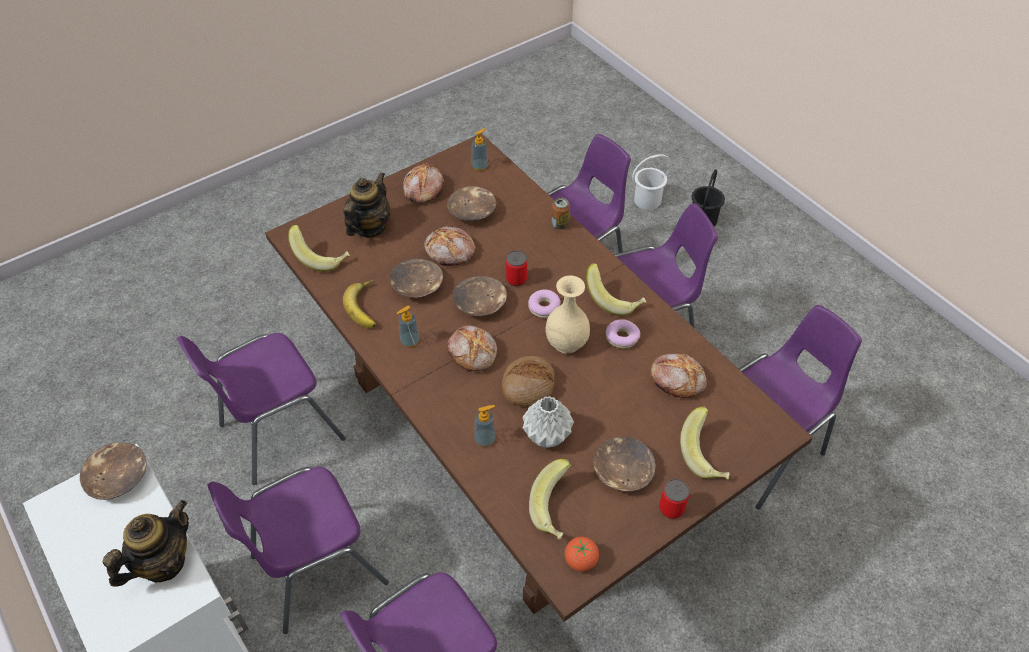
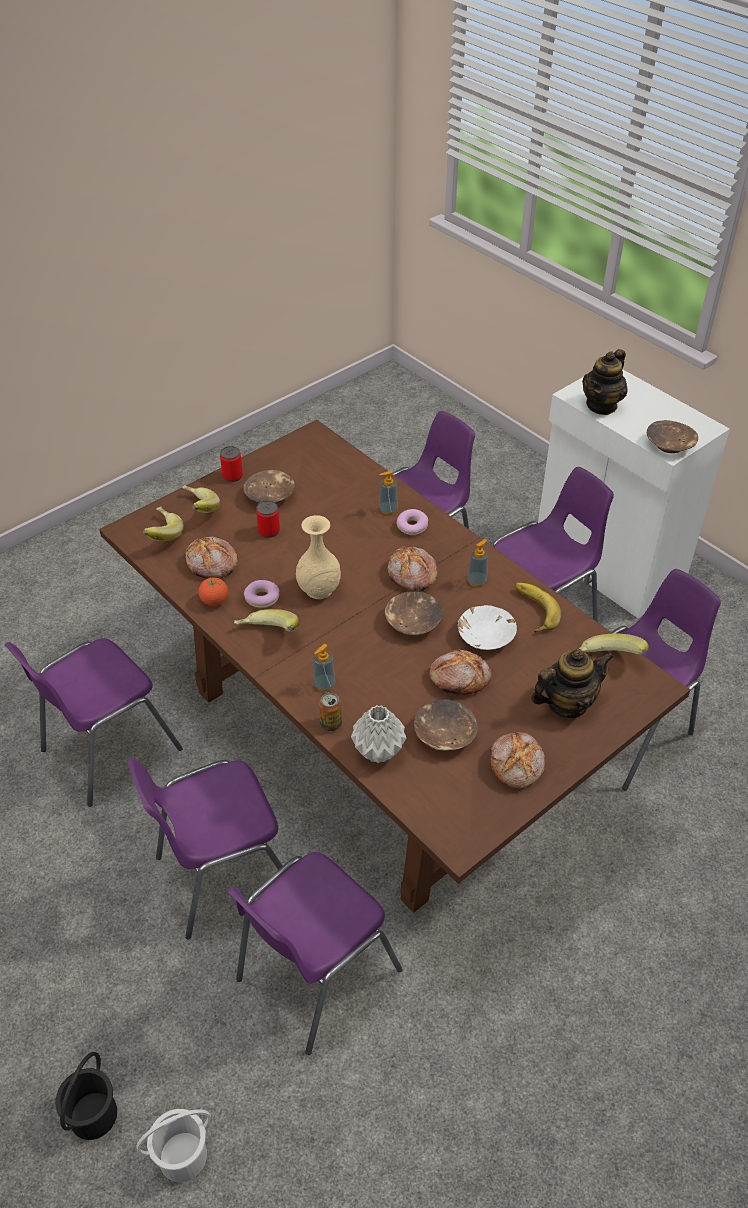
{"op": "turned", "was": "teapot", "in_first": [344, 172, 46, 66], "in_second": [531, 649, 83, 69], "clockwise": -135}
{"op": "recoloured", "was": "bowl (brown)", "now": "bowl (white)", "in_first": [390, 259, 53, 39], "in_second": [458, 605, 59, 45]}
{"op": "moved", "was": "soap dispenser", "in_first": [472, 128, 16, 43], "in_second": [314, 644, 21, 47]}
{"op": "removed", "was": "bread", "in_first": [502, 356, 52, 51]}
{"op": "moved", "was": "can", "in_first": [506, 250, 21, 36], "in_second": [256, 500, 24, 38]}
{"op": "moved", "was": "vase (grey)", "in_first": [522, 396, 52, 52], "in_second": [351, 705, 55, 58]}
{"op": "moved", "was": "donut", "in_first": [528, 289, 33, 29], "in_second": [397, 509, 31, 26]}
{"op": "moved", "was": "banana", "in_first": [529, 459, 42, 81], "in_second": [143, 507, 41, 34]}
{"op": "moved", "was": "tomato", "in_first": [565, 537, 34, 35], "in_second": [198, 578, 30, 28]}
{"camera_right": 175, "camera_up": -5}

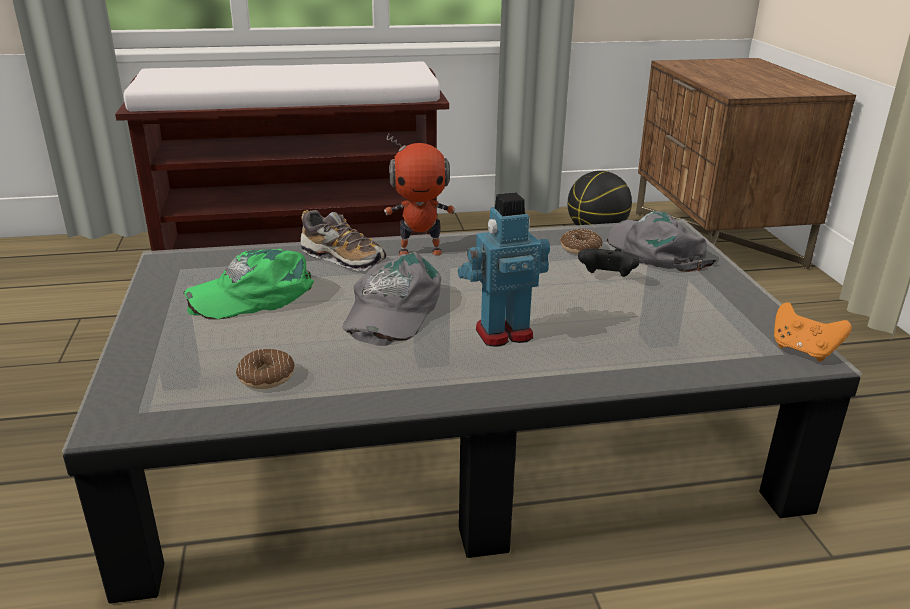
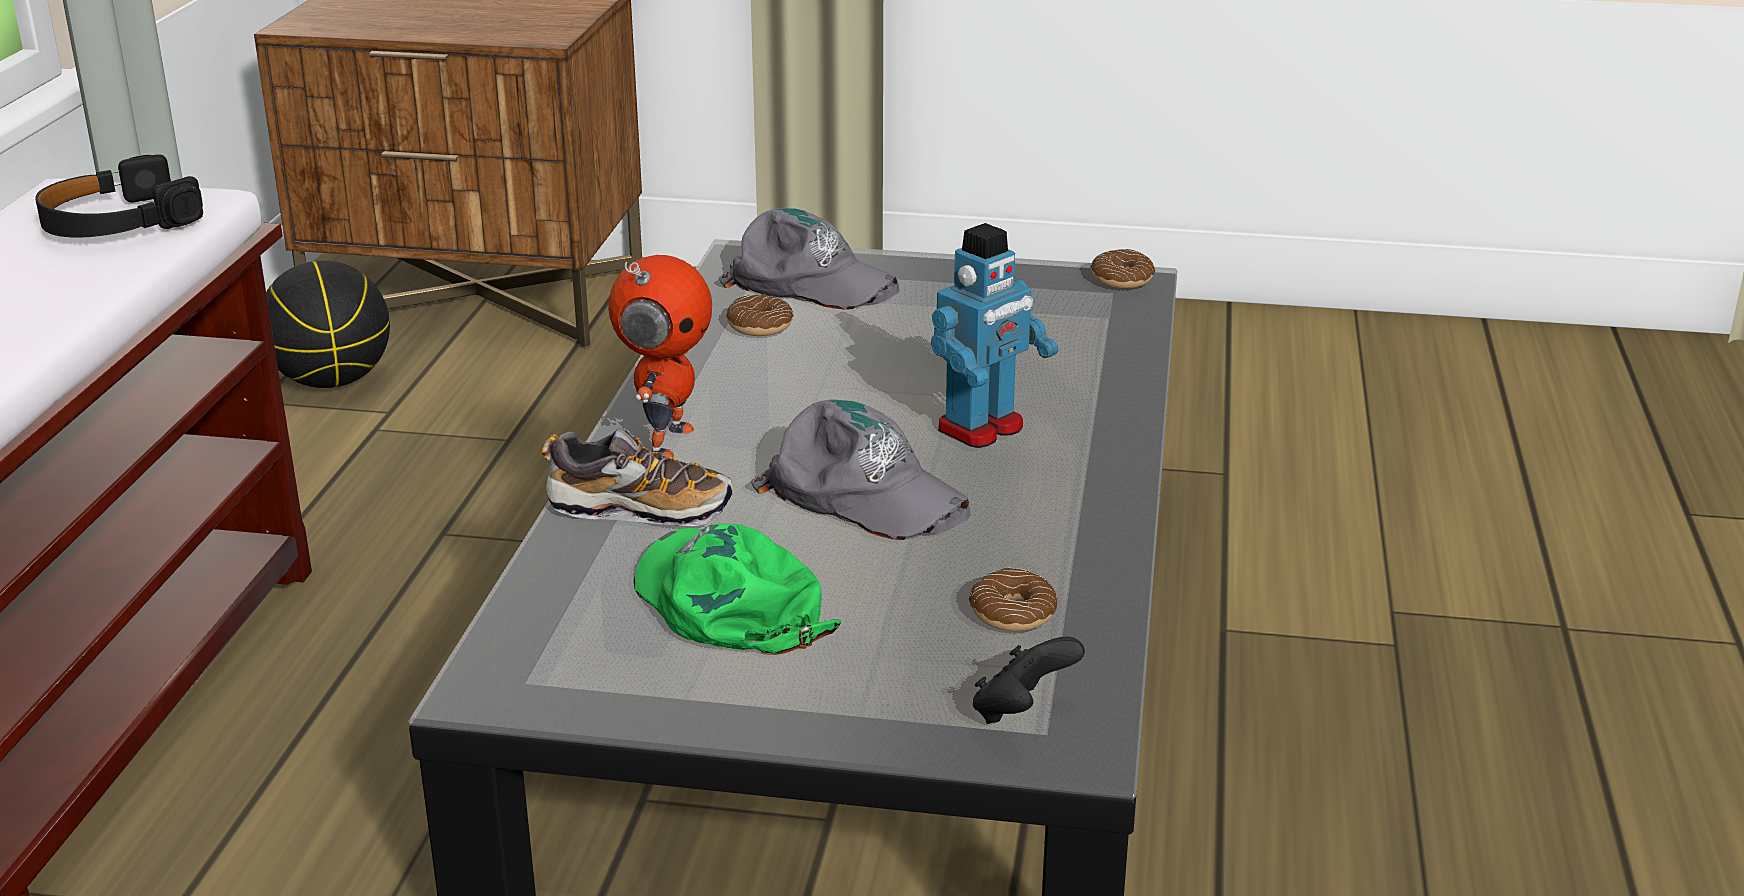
{"op": "turned", "was": "cap (green)", "in_first": [183, 249, 131, 70], "in_second": [633, 524, 208, 131], "clockwise": 150}
{"op": "turned", "was": "shoe", "in_first": [301, 210, 85, 61], "in_second": [541, 429, 193, 97], "clockwise": 45}
{"op": "turned", "was": "toy robot", "in_first": [458, 192, 92, 155], "in_second": [931, 223, 127, 225], "clockwise": -135}
{"op": "moved", "was": "game controller (black)", "in_first": [578, 249, 62, 28], "in_second": [973, 637, 112, 87]}
{"op": "turned", "was": "cap (grey)", "in_first": [607, 211, 109, 61], "in_second": [719, 208, 180, 102], "clockwise": -150}
{"op": "replaced", "was": "game controller (orange)", "now": "donut", "in_first": [774, 302, 78, 59], "in_second": [1090, 249, 65, 40]}
{"op": "added", "now": "headphones (black)", "in_second": [35, 154, 168, 83]}
{"camera_right": -70, "camera_up": 0}

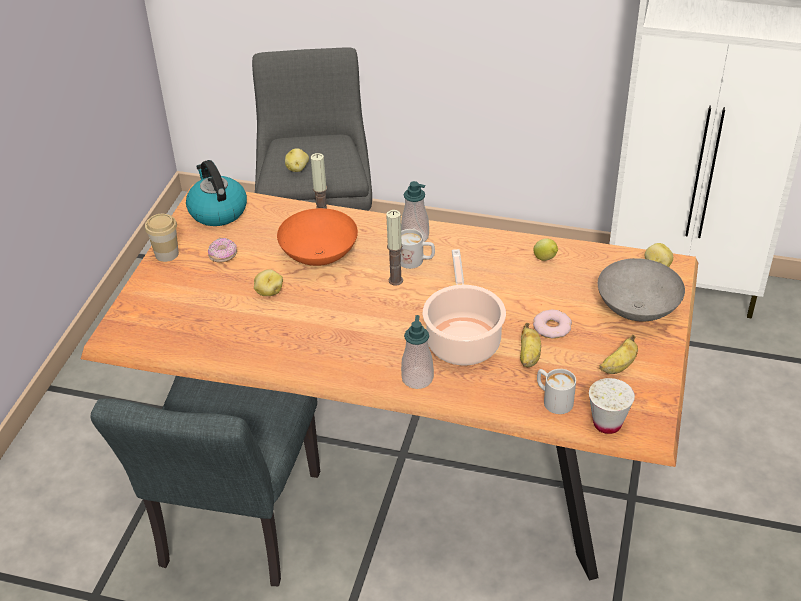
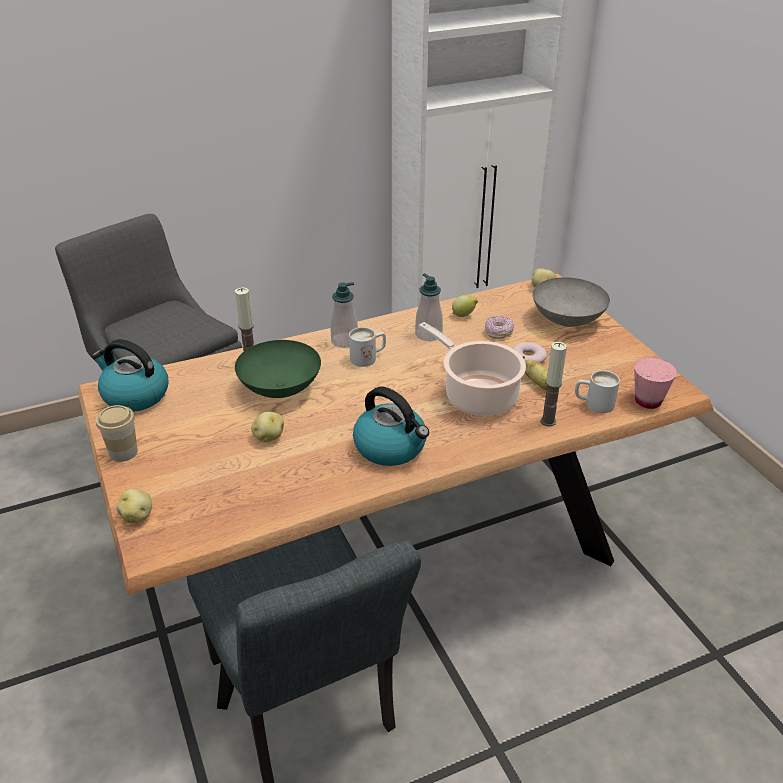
{"op": "moved", "was": "donut", "in_first": [208, 238, 29, 25], "in_second": [485, 316, 29, 23]}
{"op": "recoloured", "was": "bowl (orange)", "now": "bowl (green)", "in_first": [277, 208, 81, 58], "in_second": [235, 340, 86, 58]}
{"op": "moved", "was": "potato", "in_first": [285, 148, 24, 24], "in_second": [116, 489, 36, 35]}
{"op": "moved", "was": "candle", "in_first": [386, 210, 17, 75], "in_second": [540, 342, 27, 84]}
{"op": "moved", "was": "soap dispenser", "in_first": [401, 315, 33, 74], "in_second": [415, 273, 28, 68]}
{"op": "recoloured", "was": "cup (white)", "now": "cup (pink)", "in_first": [589, 378, 46, 56], "in_second": [634, 358, 43, 51]}
{"op": "removed", "was": "banana", "in_first": [599, 335, 39, 39]}
{"op": "added", "now": "kettle", "in_second": [353, 387, 76, 79]}
{"camera_right": -40, "camera_up": -5}

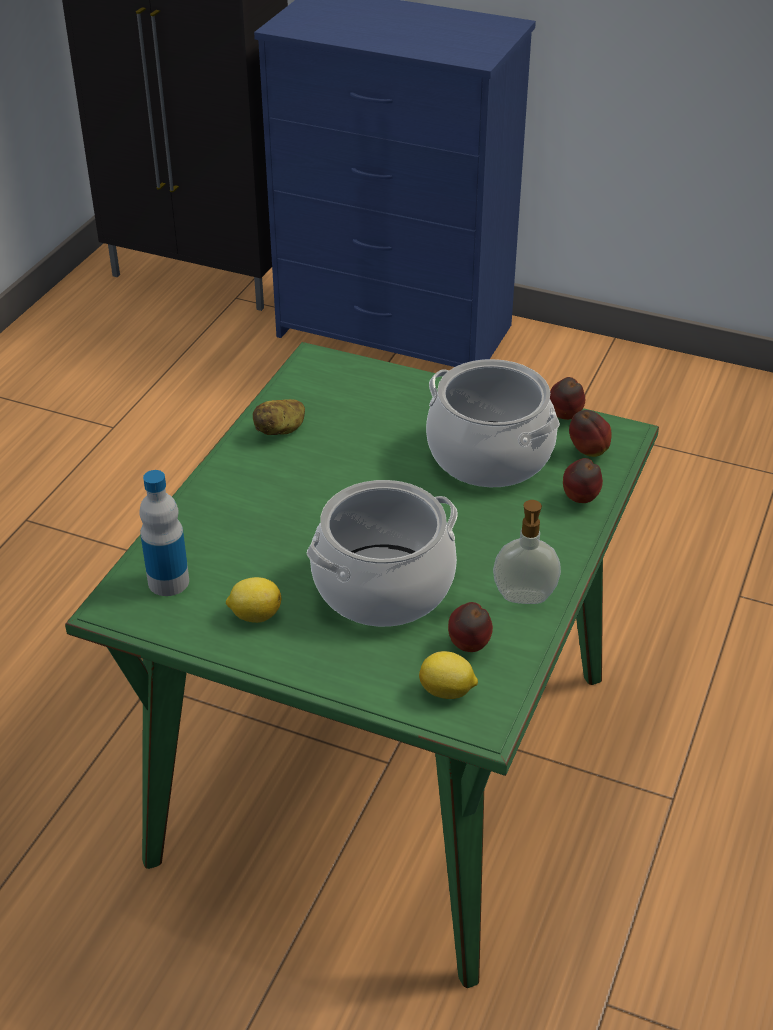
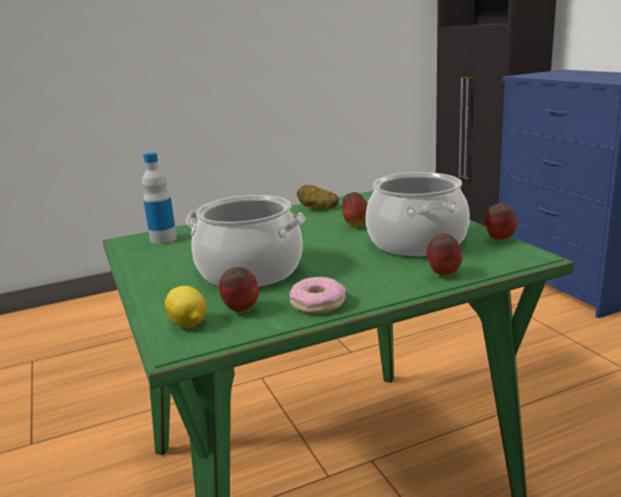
{"op": "removed", "was": "lemon", "in_first": [226, 577, 55, 46]}
{"op": "replaced", "was": "soap dispenser", "now": "donut", "in_first": [493, 500, 68, 104], "in_second": [289, 277, 57, 37]}
{"op": "moved", "was": "apple", "in_first": [569, 410, 42, 47], "in_second": [342, 192, 25, 36]}
{"camera_right": 45, "camera_up": -20}

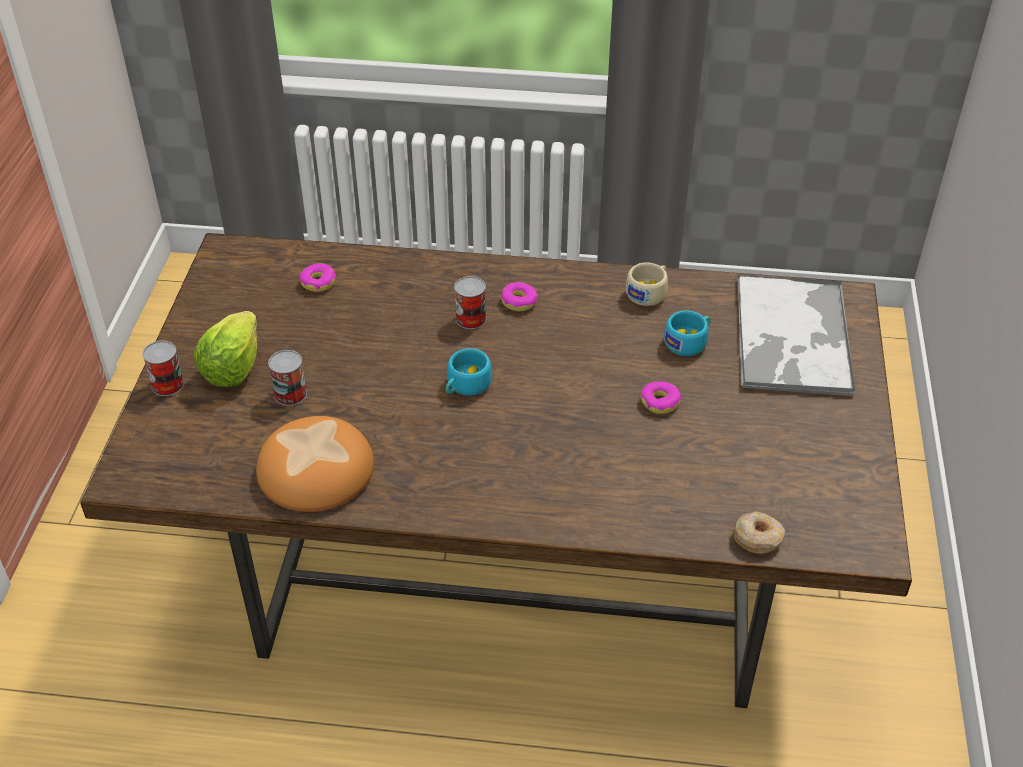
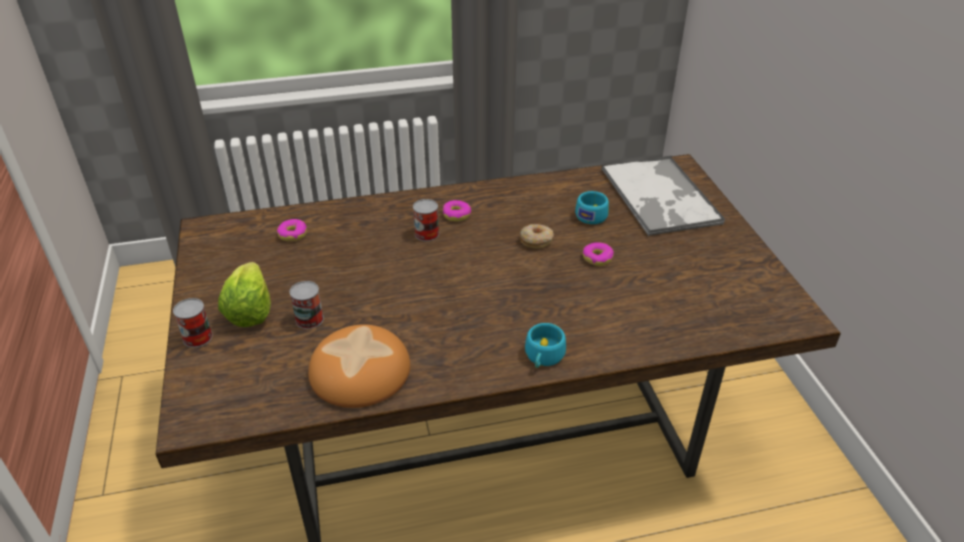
{"op": "moved", "was": "cup (turquoise)", "in_first": [446, 348, 46, 48], "in_second": [525, 323, 41, 45]}
{"op": "removed", "was": "cup (beige)", "in_first": [626, 263, 42, 43]}
{"op": "moved", "was": "donut", "in_first": [734, 512, 51, 42], "in_second": [520, 224, 34, 25]}
{"camera_right": -20, "camera_up": -5}

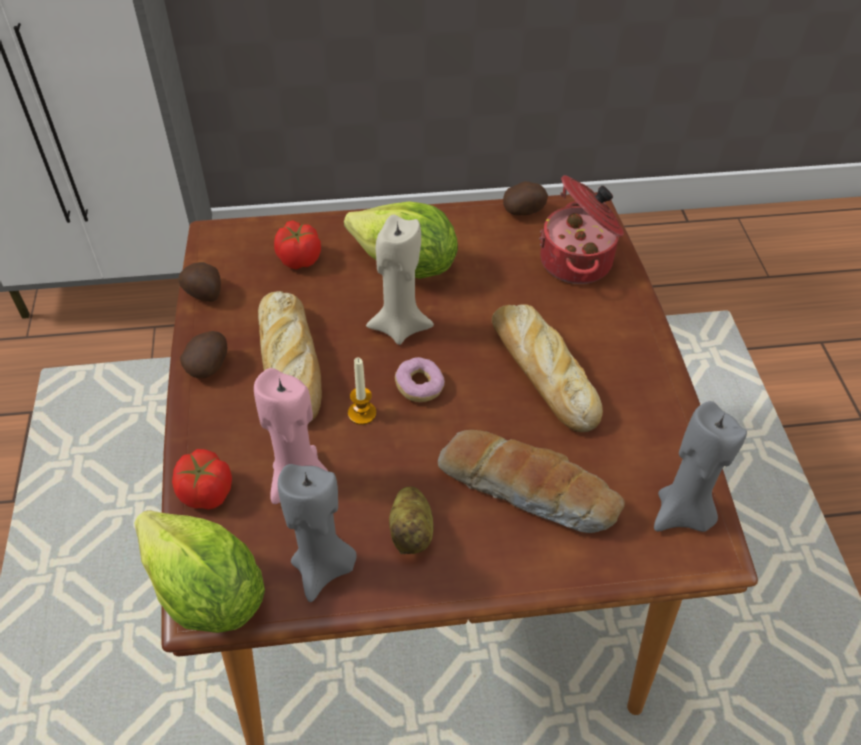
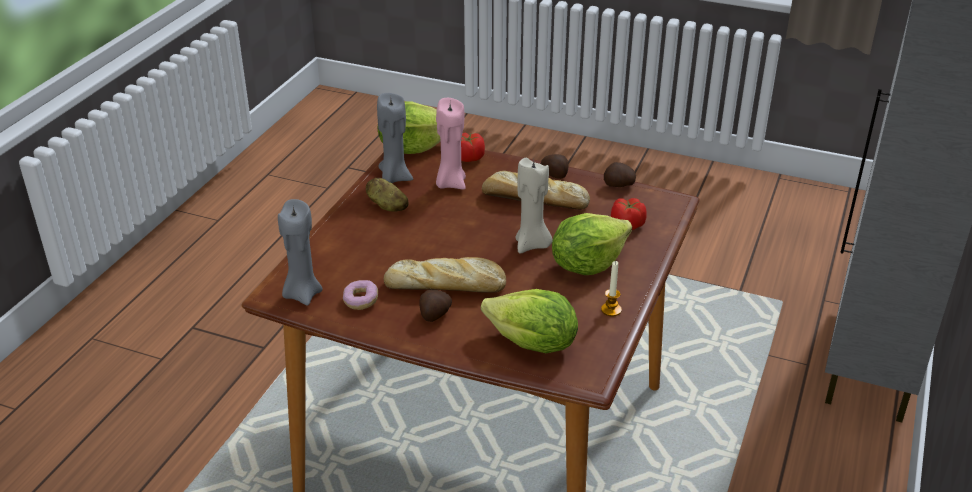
{"op": "moved", "was": "candle", "in_first": [348, 358, 28, 67], "in_second": [601, 261, 21, 55]}
{"op": "moved", "was": "donut", "in_first": [395, 357, 50, 45], "in_second": [343, 280, 35, 30]}
{"op": "removed", "was": "bread", "in_first": [438, 430, 187, 103]}
{"op": "moved", "was": "potato", "in_first": [503, 181, 45, 34], "in_second": [419, 290, 33, 32]}
{"op": "replaced", "was": "cooking pot", "now": "lettuce", "in_first": [539, 175, 85, 109], "in_second": [481, 289, 97, 64]}
{"camera_right": 120, "camera_up": -15}

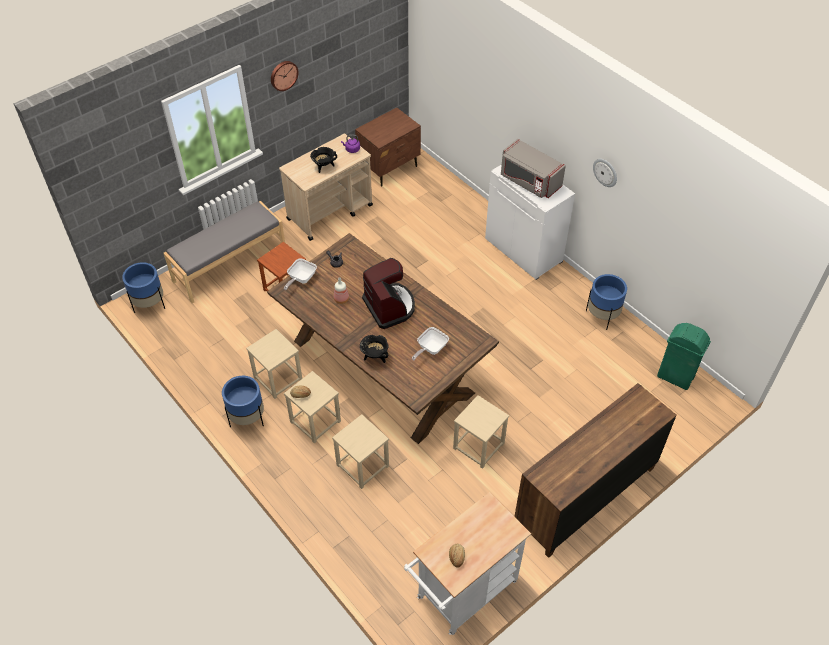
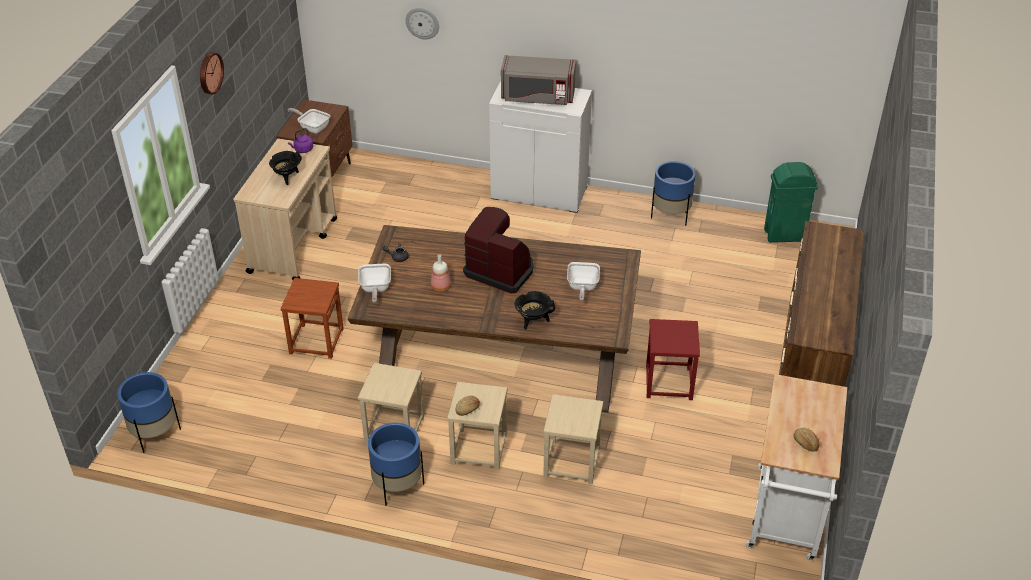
{"op": "removed", "was": "bench (grey)", "in_first": [164, 201, 121, 102]}
{"op": "recoloured", "was": "stool (beige)", "now": "stool (red)", "in_first": [453, 395, 56, 74], "in_second": [646, 319, 54, 81]}
{"op": "moved", "was": "wall clock", "in_first": [593, 159, 24, 28], "in_second": [406, 8, 33, 32]}
{"op": "added", "now": "frying pan", "in_second": [288, 108, 42, 26]}
{"camera_right": -35, "camera_up": -10}

